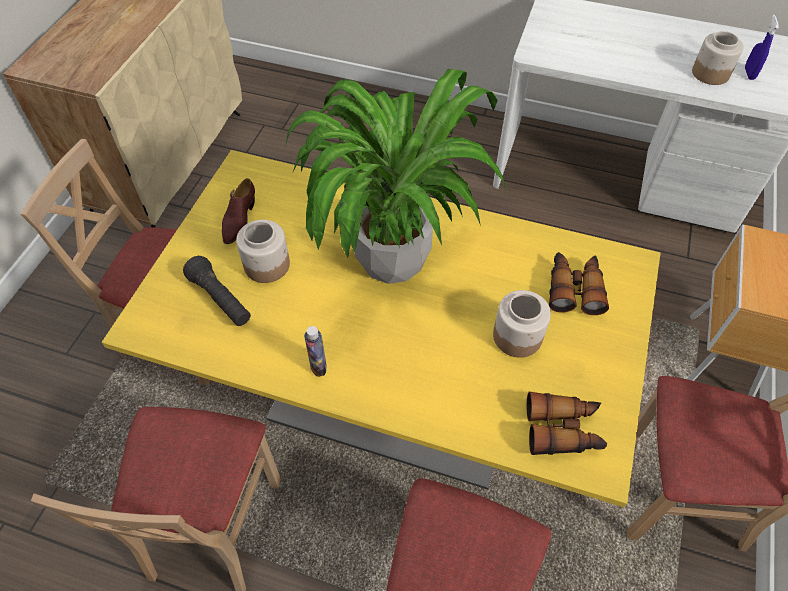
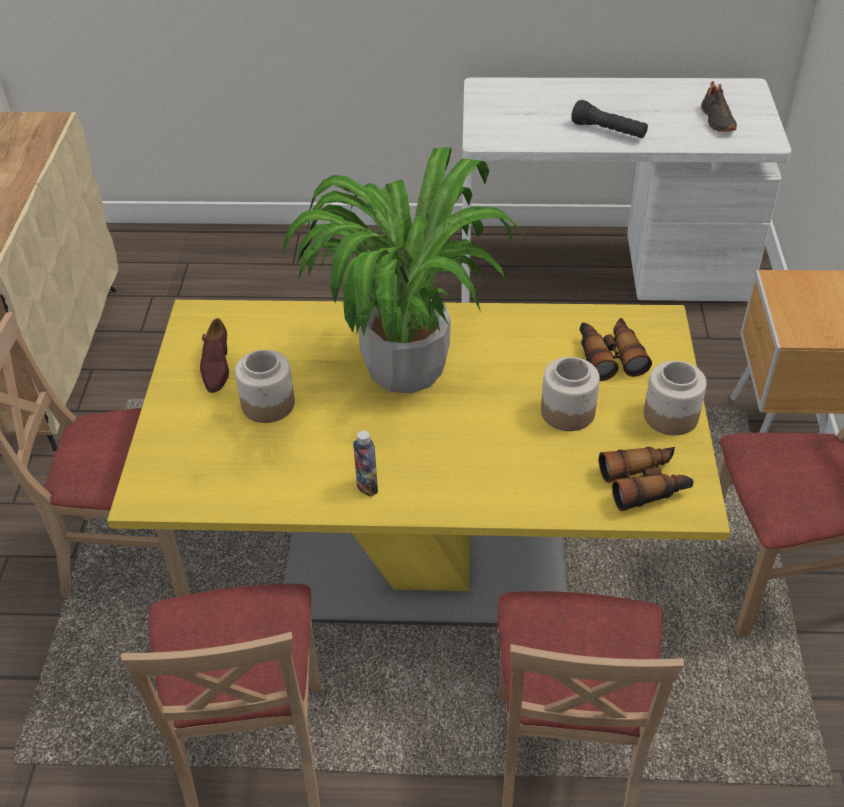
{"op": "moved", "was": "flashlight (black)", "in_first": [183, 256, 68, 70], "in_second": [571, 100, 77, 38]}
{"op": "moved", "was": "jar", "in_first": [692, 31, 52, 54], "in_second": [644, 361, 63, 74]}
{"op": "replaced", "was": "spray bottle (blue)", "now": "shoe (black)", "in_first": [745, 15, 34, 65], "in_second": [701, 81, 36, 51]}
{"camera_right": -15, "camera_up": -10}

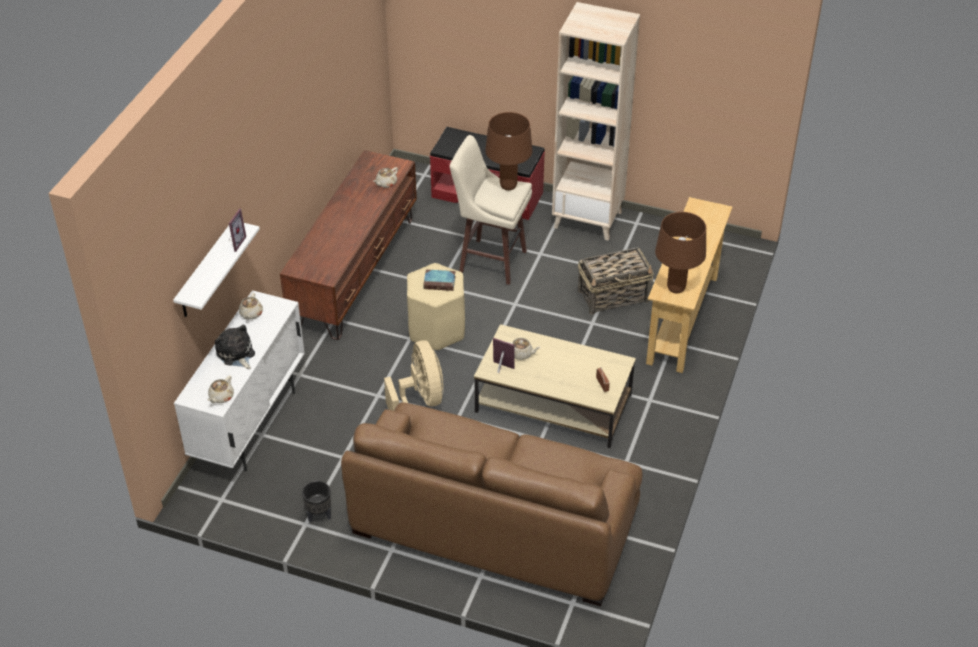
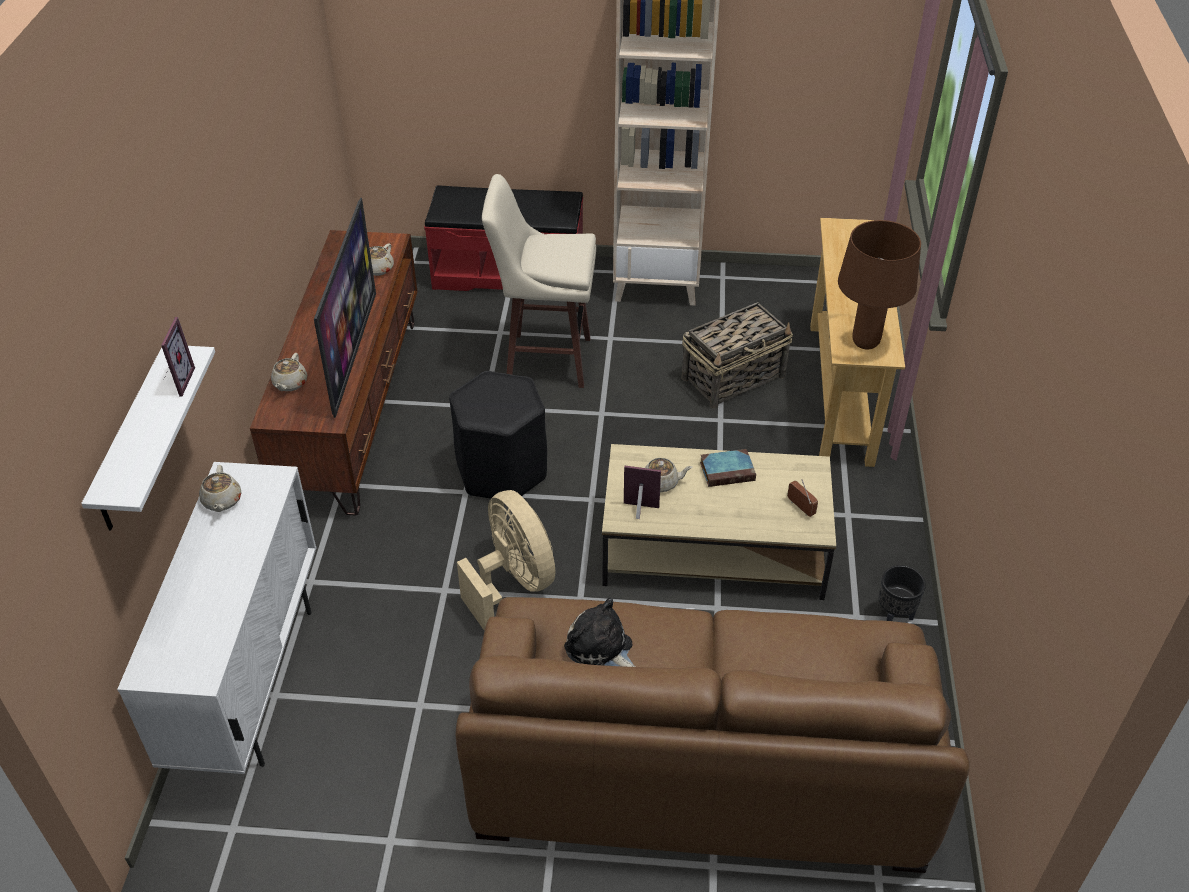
{"op": "moved", "was": "teapot (beige)", "in_first": [208, 375, 26, 28], "in_second": [271, 353, 36, 38]}
{"op": "moved", "was": "plush toy", "in_first": [215, 325, 40, 44], "in_second": [564, 598, 71, 69]}
{"op": "moved", "was": "planter (black)", "in_first": [302, 481, 29, 41], "in_second": [879, 565, 47, 56]}
{"op": "recoloured", "was": "stool (beige)", "now": "stool (black)", "in_first": [407, 263, 58, 88], "in_second": [449, 371, 98, 128]}
{"op": "moved", "was": "book", "in_first": [423, 269, 33, 22], "in_second": [700, 449, 56, 38]}
{"op": "removed", "was": "table lamp (brown)", "in_first": [485, 112, 47, 78]}
{"op": "added", "now": "television", "in_second": [314, 198, 62, 220]}
{"camera_right": -15, "camera_up": 0}

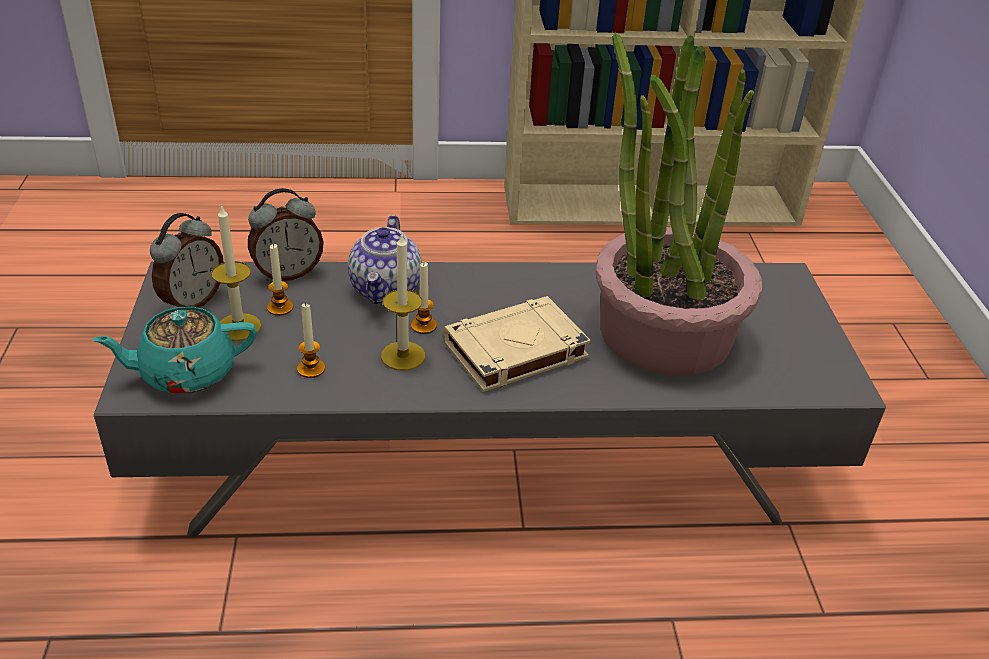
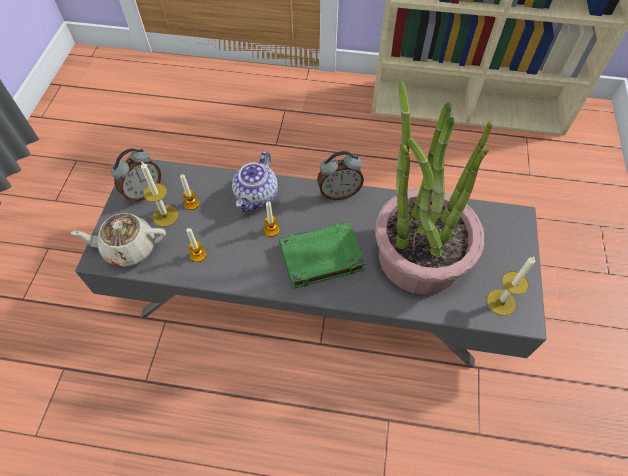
{"op": "recoloured", "was": "teapot (turquoise)", "now": "teapot (beige)", "in_first": [92, 307, 165, 87], "in_second": [71, 213, 95, 54]}
{"op": "moved", "was": "alarm clock", "in_first": [248, 188, 76, 93], "in_second": [317, 151, 47, 49]}
{"op": "moved", "was": "candle", "in_first": [381, 233, 44, 137], "in_second": [487, 256, 48, 60]}
{"op": "recoloured", "was": "book (beige)", "now": "book (green)", "in_first": [442, 296, 149, 96], "in_second": [279, 222, 87, 67]}
{"camera_right": 15, "camera_up": 20}

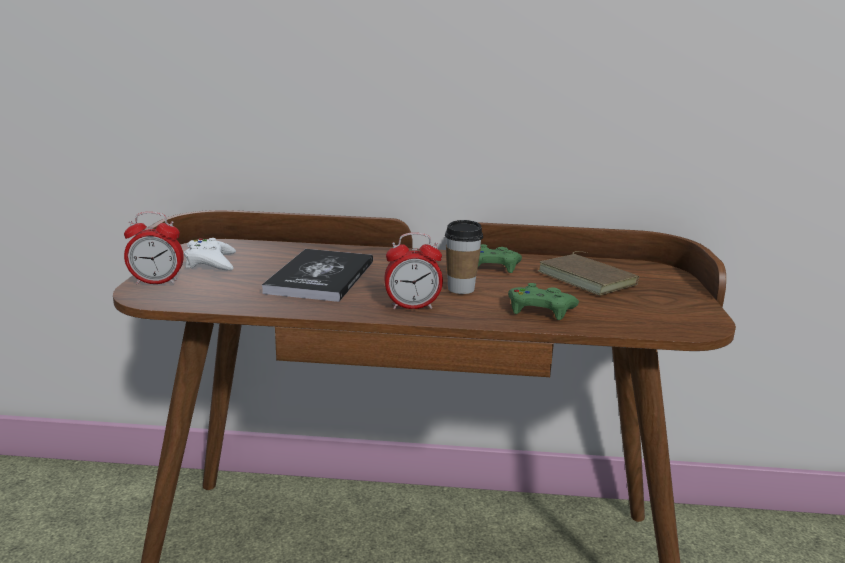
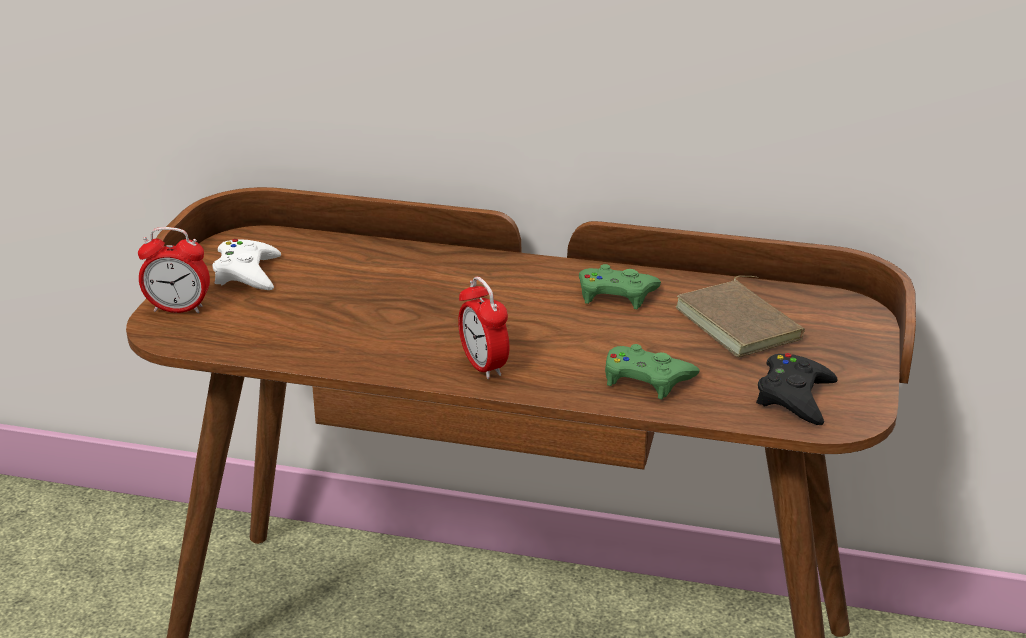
{"op": "removed", "was": "book", "in_first": [262, 249, 111, 53]}
{"op": "turned", "was": "alarm clock", "in_first": [384, 233, 59, 77], "in_second": [458, 277, 51, 102], "clockwise": 60}
{"op": "removed", "was": "cup", "in_first": [445, 220, 38, 74]}
{"op": "added", "now": "game controller (black)", "in_second": [756, 353, 82, 72]}
{"camera_right": 10, "camera_up": 10}

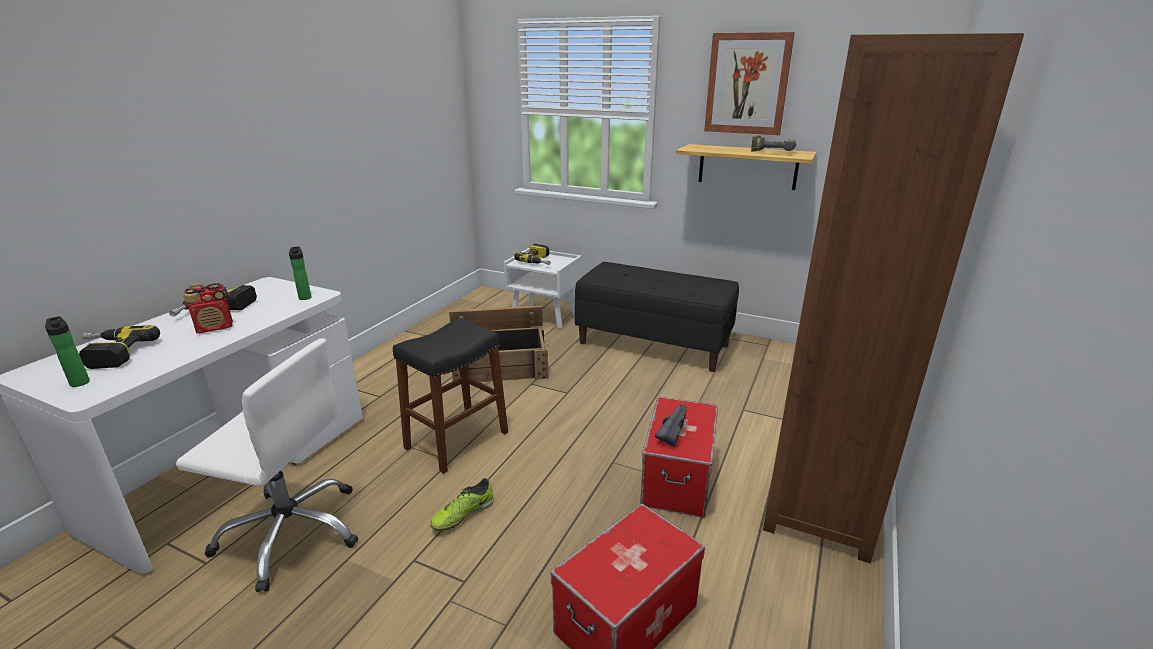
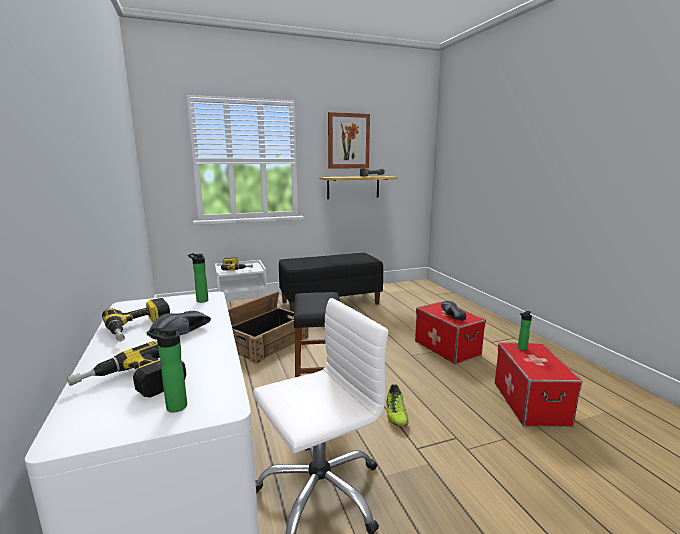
{"op": "replaced", "was": "radio", "now": "shoe (black)", "in_first": [183, 283, 50, 50], "in_second": [150, 311, 61, 29]}
{"op": "removed", "was": "bookcase (brown)", "in_first": [763, 33, 261, 530]}
{"op": "added", "now": "bottle", "in_second": [518, 311, 14, 40]}
{"camera_right": -45, "camera_up": -10}

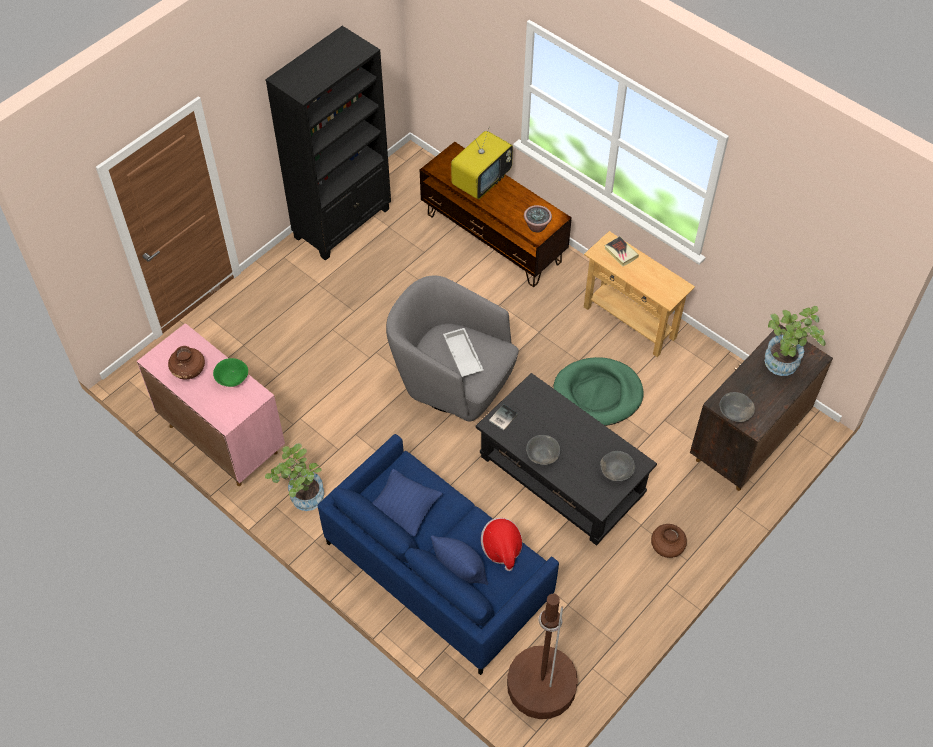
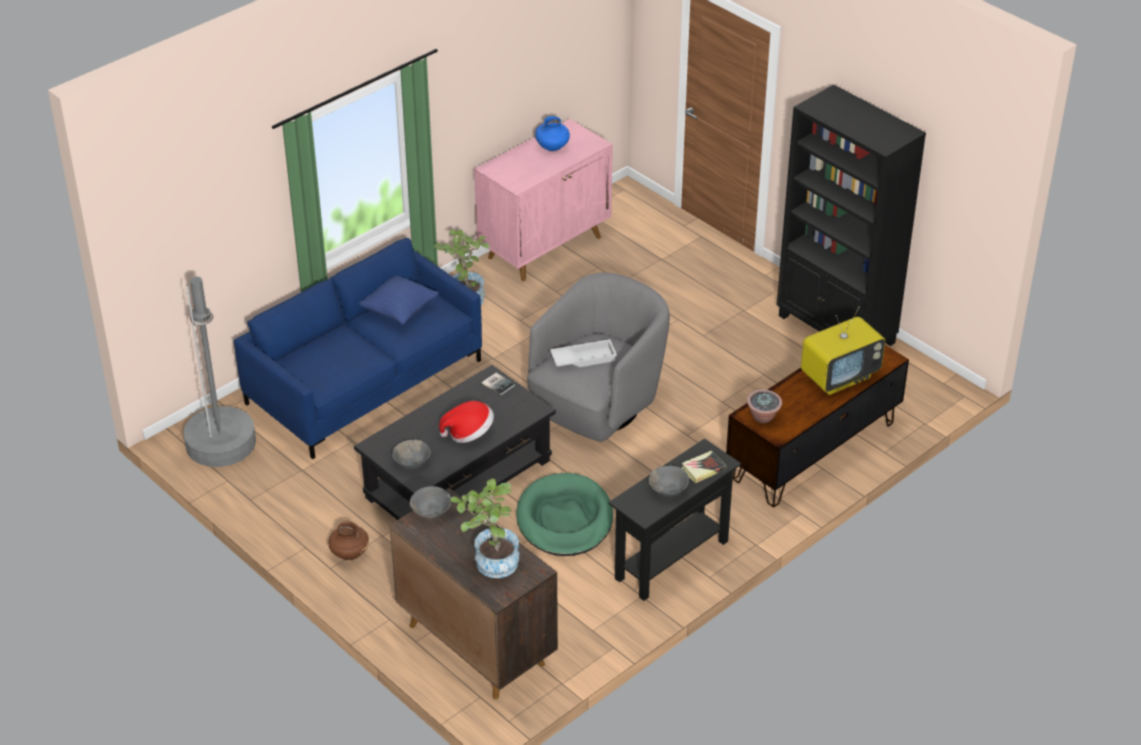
{"op": "recoloured", "was": "vase (brown)", "now": "vase (blue)", "in_first": [168, 346, 37, 34], "in_second": [535, 116, 35, 35]}
{"op": "removed", "was": "bowl (green)", "in_first": [213, 358, 35, 29]}
{"op": "removed", "was": "pillow (blue)", "in_first": [431, 535, 58, 50]}
{"op": "turned", "was": "television", "in_first": [451, 126, 62, 73], "in_second": [801, 307, 84, 88], "clockwise": -75}
{"op": "moved", "was": "hat", "in_first": [481, 518, 41, 53], "in_second": [439, 401, 55, 42]}
{"op": "recoloured", "was": "floor lamp (brown)", "now": "floor lamp (grey)", "in_first": [507, 594, 71, 125], "in_second": [183, 277, 73, 190]}
{"op": "moved", "was": "bowl (grey)", "in_first": [526, 435, 34, 30], "in_second": [649, 466, 40, 30]}
{"op": "recoloured", "was": "console table (beige)", "now": "console table (black)", "in_first": [584, 231, 111, 126], "in_second": [608, 438, 133, 163]}
{"camera_right": 95, "camera_up": -15}

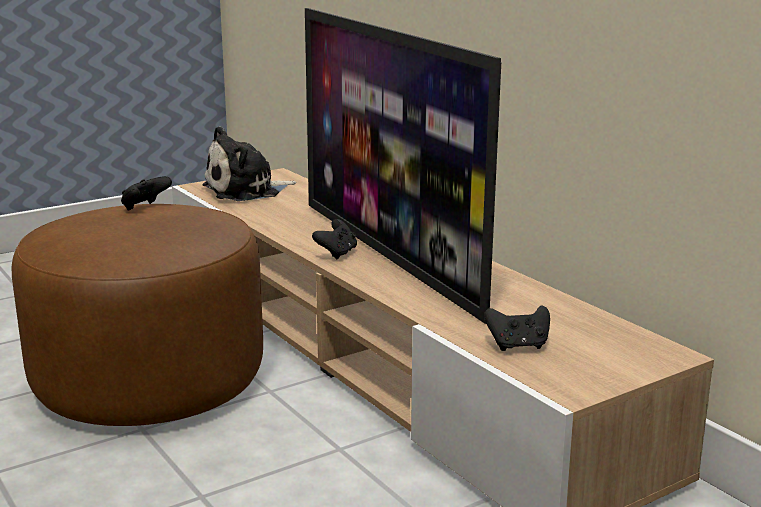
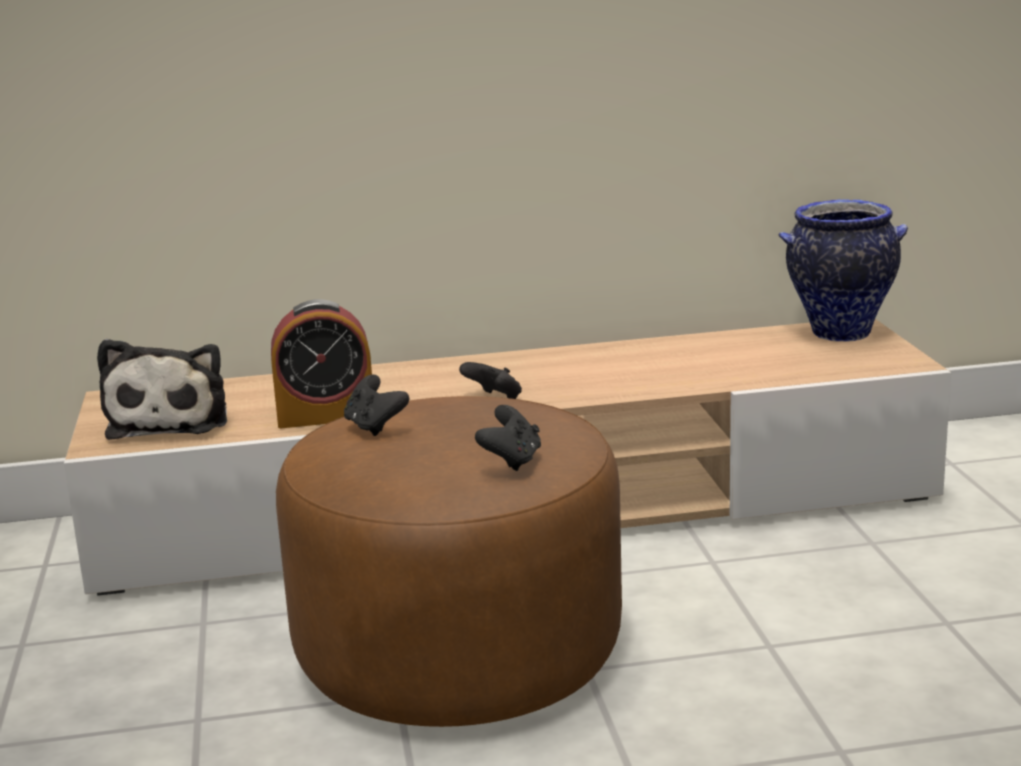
{"op": "removed", "was": "television", "in_first": [305, 8, 196, 316]}
{"op": "moved", "was": "game controller (black)", "in_first": [484, 305, 66, 46], "in_second": [475, 405, 66, 66]}
{"op": "added", "now": "alarm clock", "in_second": [271, 299, 101, 129]}
{"op": "added", "now": "vase", "in_second": [779, 199, 129, 143]}
{"camera_right": -65, "camera_up": 0}

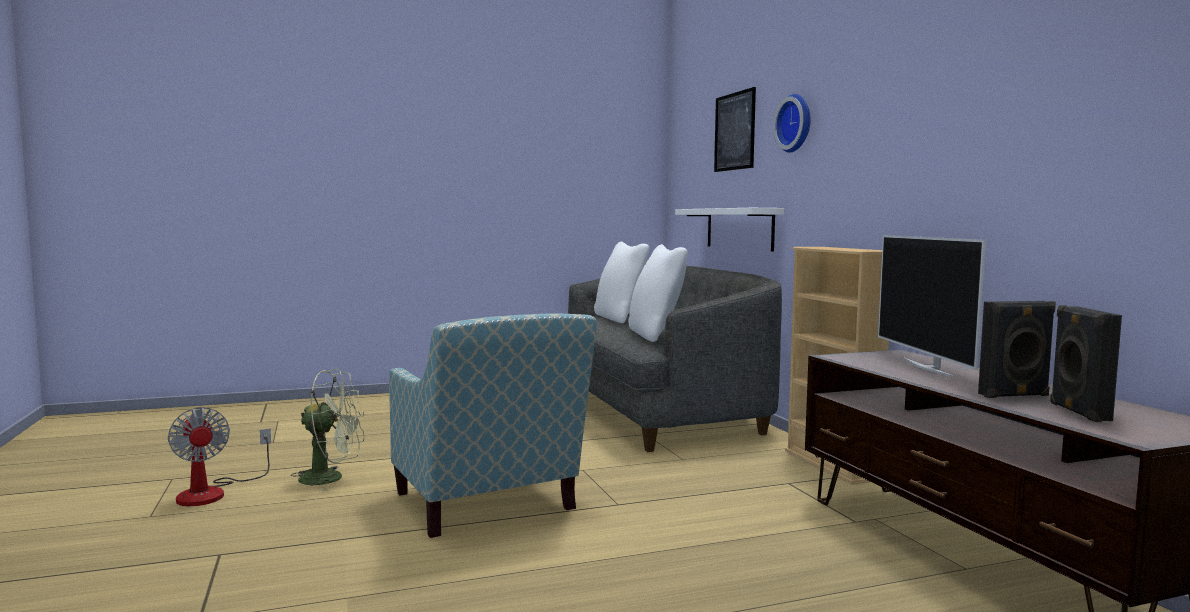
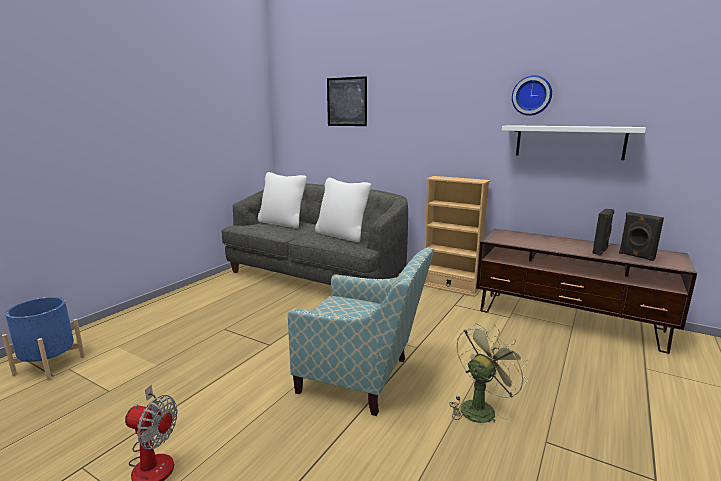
{"op": "moved", "was": "fan (green)", "in_first": [291, 369, 73, 122], "in_second": [449, 323, 80, 100]}
{"op": "moved", "was": "shelf (white)", "in_first": [675, 208, 109, 43], "in_second": [502, 125, 144, 35]}
{"op": "moved", "was": "wall clock", "in_first": [773, 94, 38, 59], "in_second": [512, 75, 40, 41]}
{"op": "removed", "was": "television", "in_first": [878, 235, 108, 143]}
{"op": "added", "now": "planter (blue)", "in_second": [2, 297, 83, 83]}
{"camera_right": -40, "camera_up": 10}

